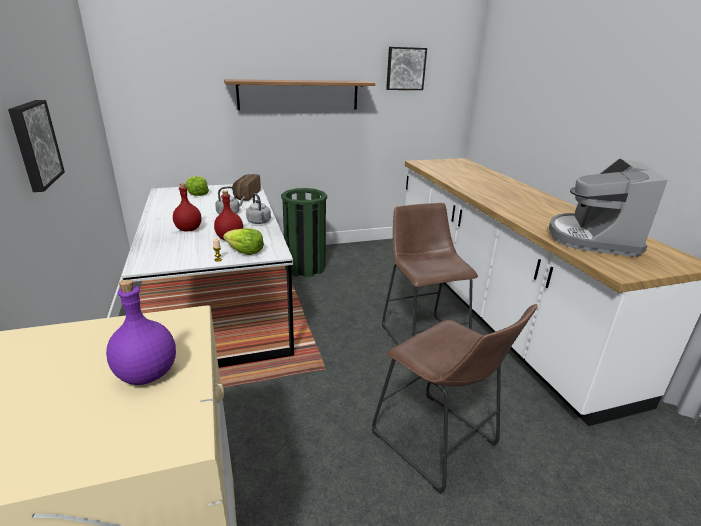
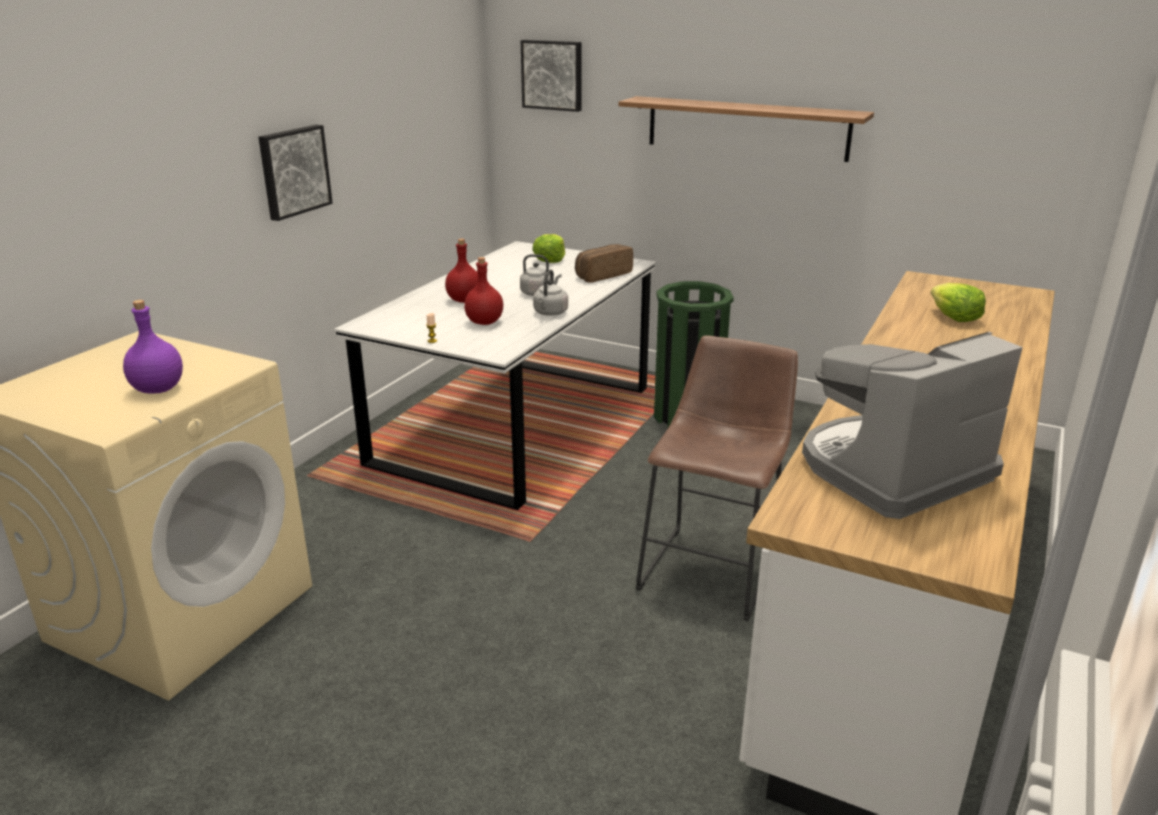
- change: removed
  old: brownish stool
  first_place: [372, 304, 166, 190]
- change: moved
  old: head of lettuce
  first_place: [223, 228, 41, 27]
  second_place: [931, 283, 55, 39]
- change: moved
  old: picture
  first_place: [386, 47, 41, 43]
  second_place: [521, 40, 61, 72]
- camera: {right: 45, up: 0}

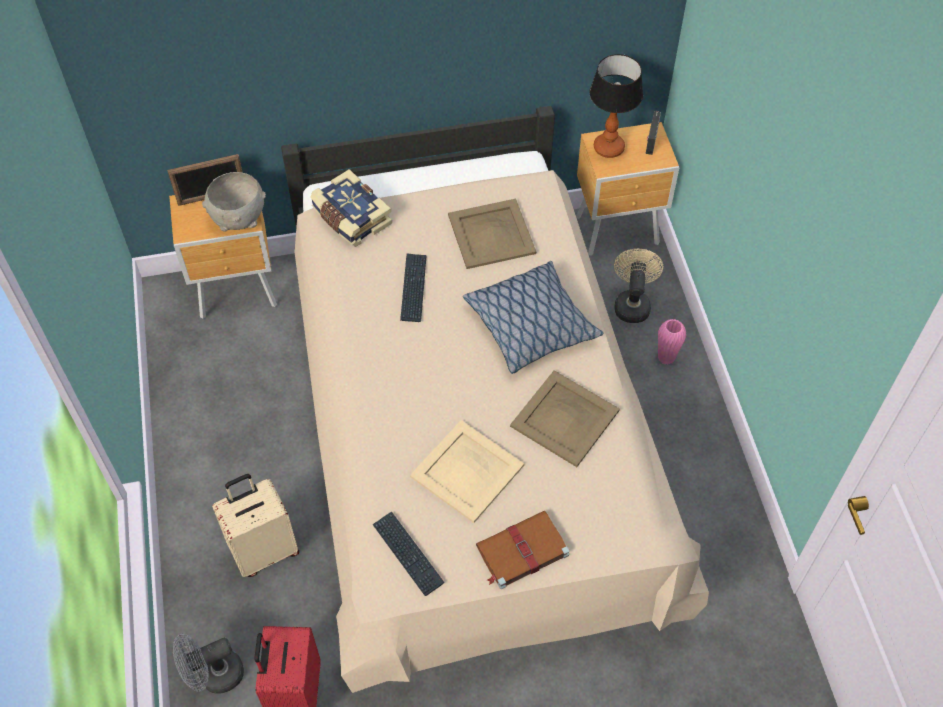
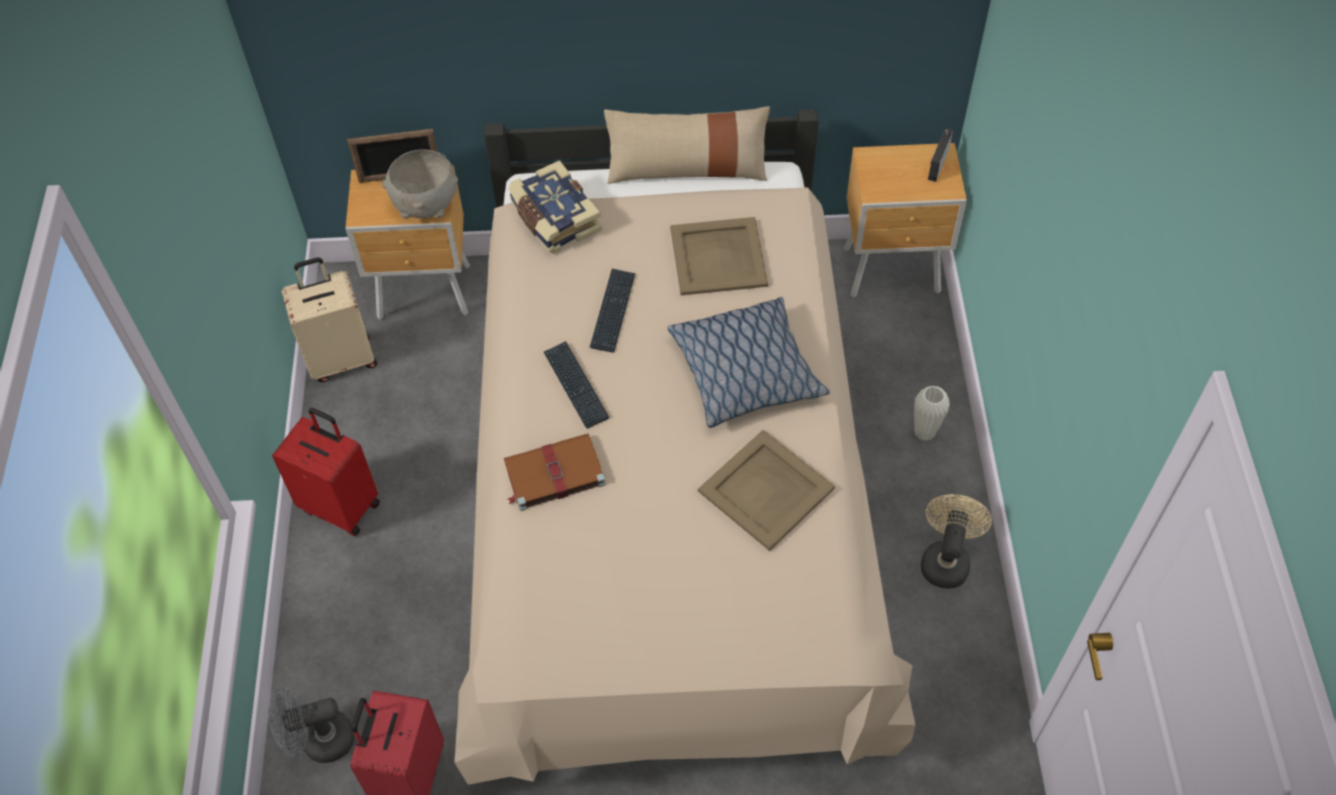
- change: removed
  old: sand-coloured tray
  first_place: [410, 420, 114, 103]
- change: removed
  old: tabletop lamp
  first_place: [589, 54, 54, 104]
- change: added
  new: reddish piece of luggage
  second_place: [272, 408, 108, 128]
- change: added
  new: sand-coloured cushion
  second_place: [604, 106, 166, 78]
- change: moved
  old: sand-coloured piece of luggage
  first_place: [212, 474, 87, 103]
  second_place: [282, 257, 95, 125]
- change: moved
  old: PC keyboard
  first_place: [372, 511, 72, 85]
  second_place: [544, 341, 65, 87]
- change: moved
  old: brownish volume
  first_place: [476, 511, 94, 78]
  second_place: [504, 433, 102, 78]
- change: moved
  old: sand-coloured cooling fan
  first_place: [614, 249, 49, 74]
  second_place: [921, 494, 71, 95]
- change: recoloured
  old: pink-coloured vase
  new: whitish vase
  first_place: [658, 319, 28, 46]
  second_place: [914, 386, 36, 55]
- camera: {right: 10, up: 0}

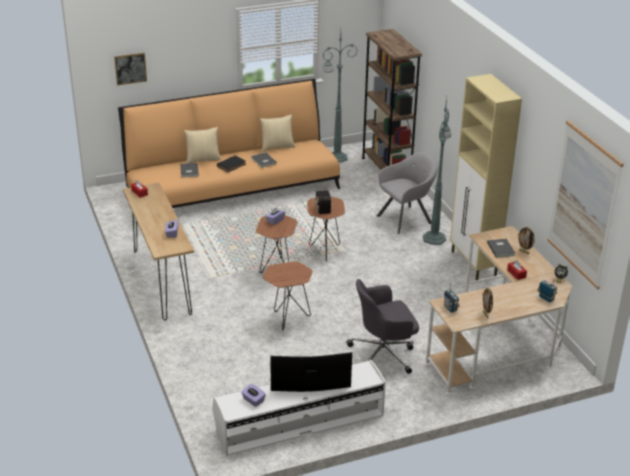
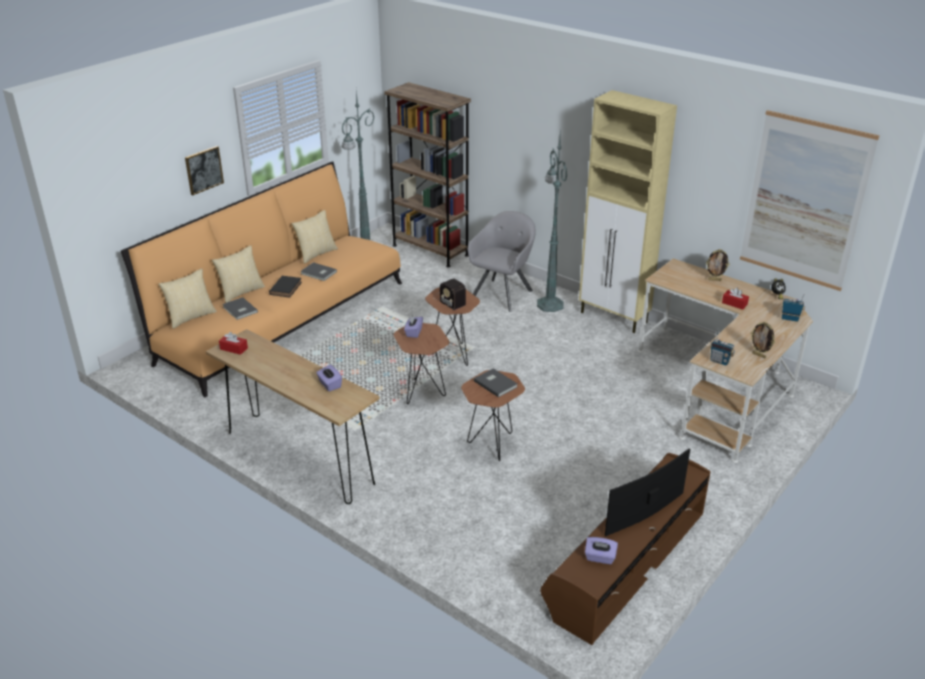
- change: removed
  old: gray office chair
  first_place: [347, 279, 72, 95]
- change: added
  new: cushion
  second_place: [158, 268, 59, 61]
- change: moved
  old: picture
  first_place: [114, 53, 33, 32]
  second_place: [185, 146, 39, 49]
- change: moved
  old: gray volume
  first_place: [487, 239, 29, 19]
  second_place: [474, 368, 43, 29]
- change: recoloured
  old: whitish media console
  new: brownish media console
  first_place: [212, 360, 174, 96]
  second_place: [540, 453, 171, 192]
- camera: {right: -30, up: 0}

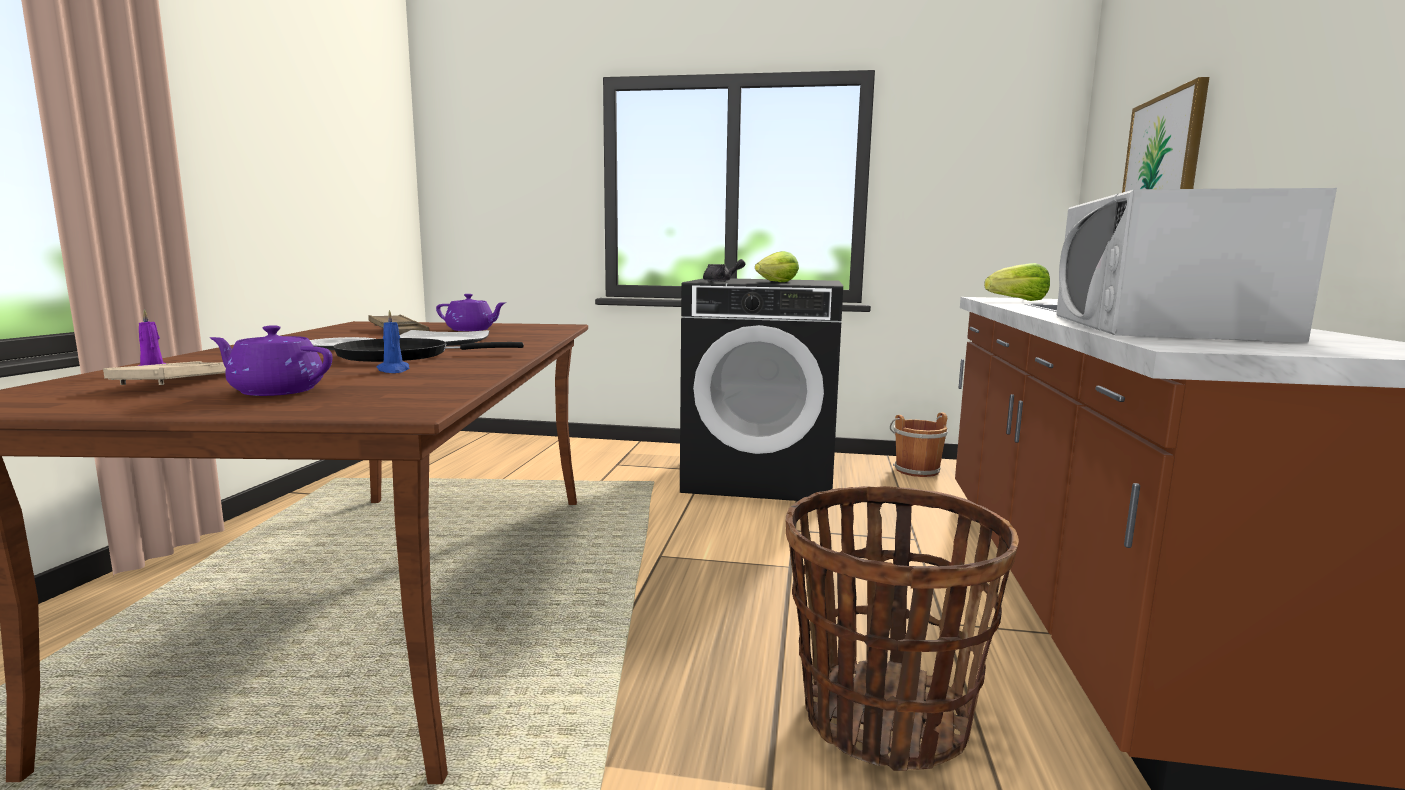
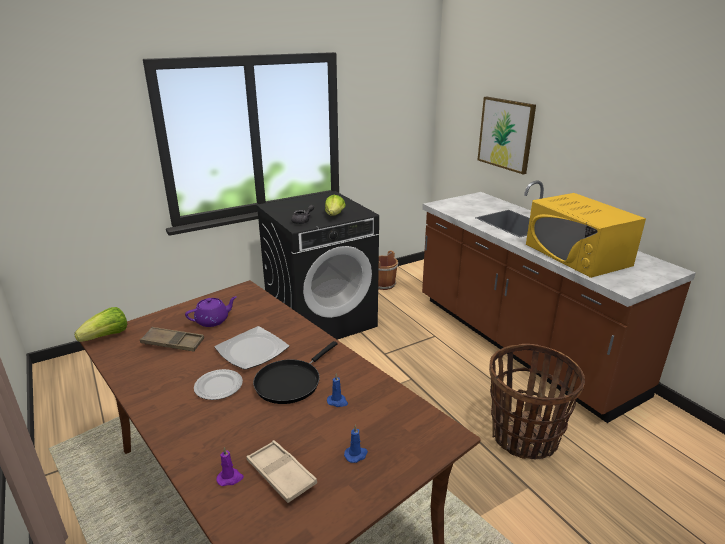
- change: moved
  old: head of lettuce
  first_place: [984, 263, 66, 38]
  second_place: [74, 307, 53, 35]
- change: replaced
  old: purple-coloured pot for tea
  new: bluish wax light
  first_place: [210, 325, 123, 71]
  second_place: [344, 425, 24, 38]
- change: recoloured
  old: whitish microwave
  new: yellow-coloured microwave
  first_place: [1056, 188, 281, 155]
  second_place: [526, 193, 120, 85]
- camera: {right: -40, up: 15}

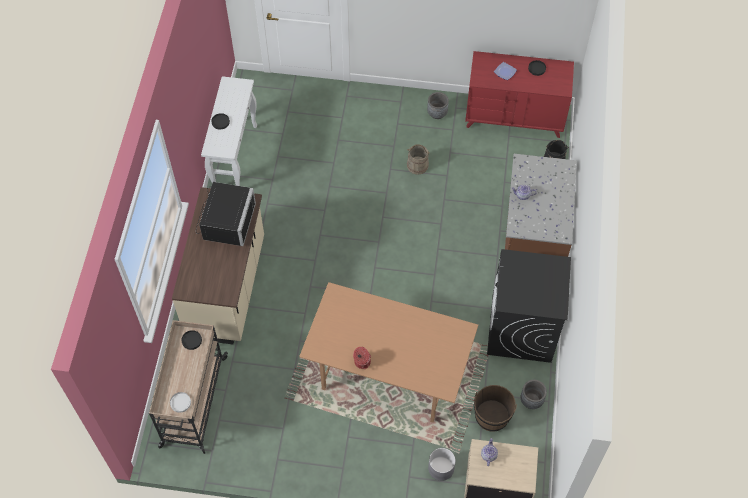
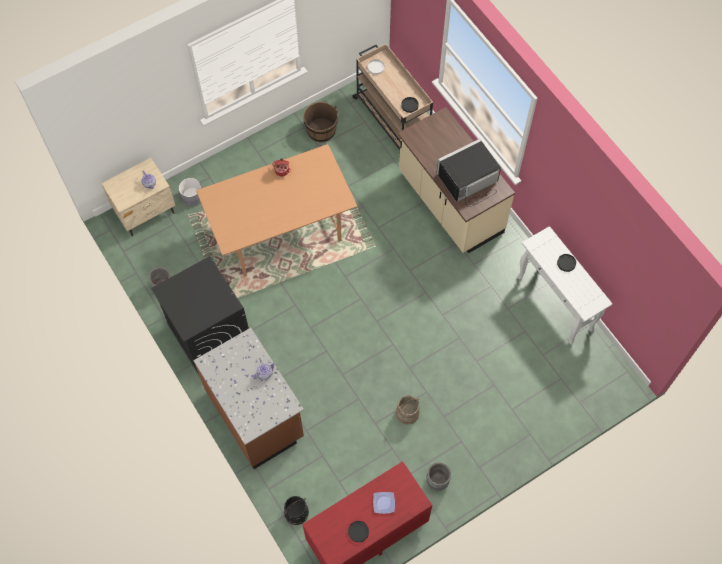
- change: moved
  old: brownish pail
  first_place: [474, 385, 43, 47]
  second_place: [303, 102, 35, 40]
- change: turned
  old: black-coloured microwave
  first_place: [196, 182, 60, 64]
  second_place: [437, 139, 64, 68]
  degrees: 90
- camera: {right: 140, up: 5}

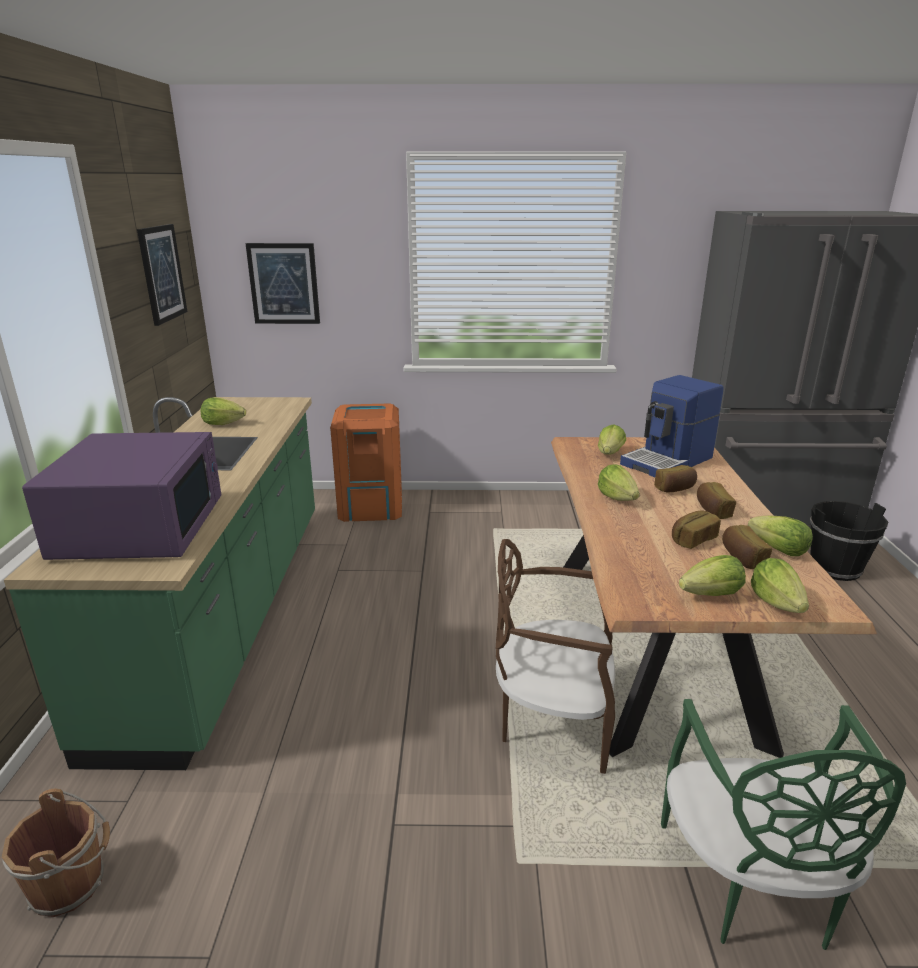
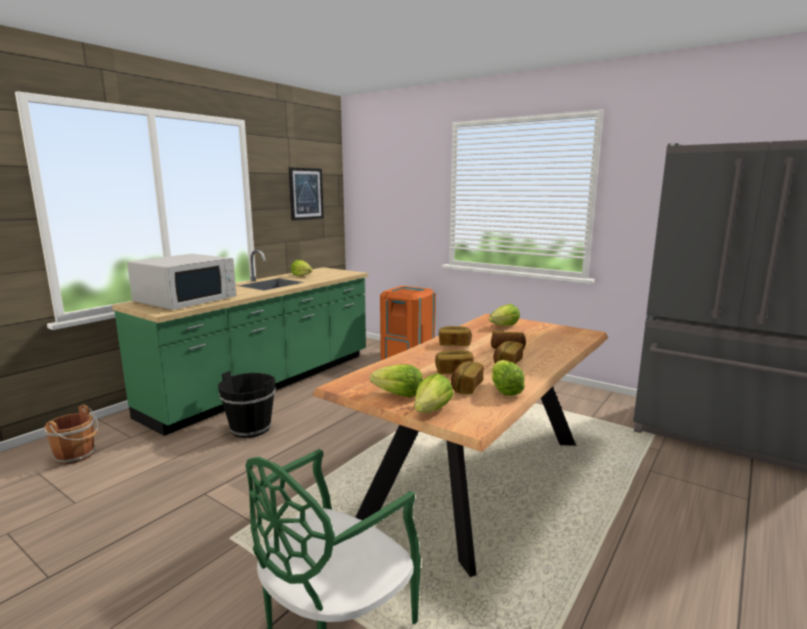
- change: removed
  old: picture
  first_place: [245, 243, 75, 81]
- change: removed
  old: brownish chair
  first_place: [496, 539, 119, 235]
- change: removed
  old: coffee brewer
  first_place: [620, 375, 104, 102]
- change: moved
  old: black-coloured pail
  first_place: [810, 501, 78, 80]
  second_place: [218, 371, 58, 67]
- change: replaced
  old: head of lettuce
  new: bread
  first_place: [598, 464, 42, 37]
  second_place: [439, 326, 33, 20]
- change: recoloured
  old: purple-coloured microwave
  new: whitish microwave
  first_place: [22, 432, 199, 128]
  second_place: [127, 254, 109, 56]
- camera: {right: 35, up: -10}

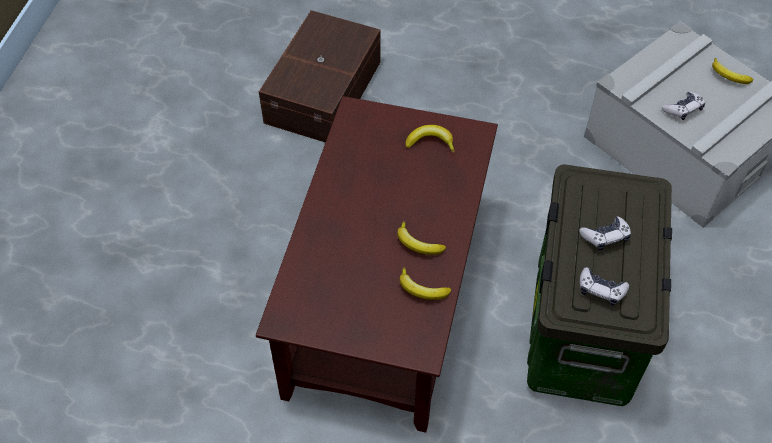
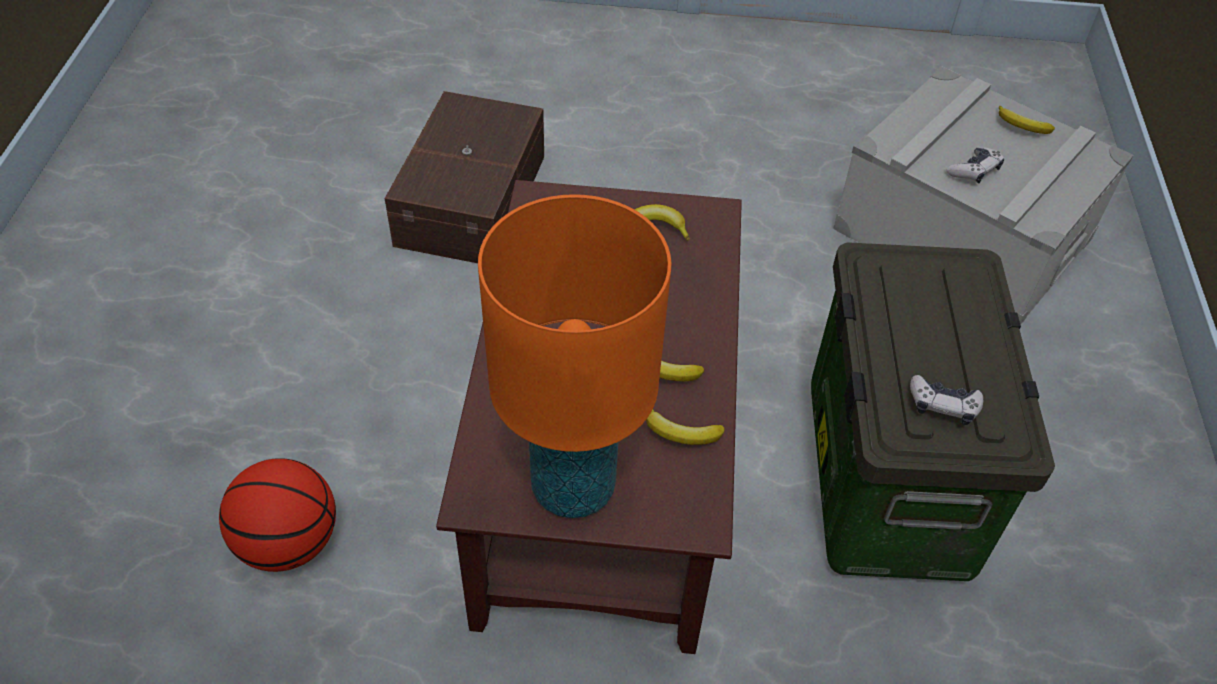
- change: removed
  old: gamepad
  first_place: [579, 216, 52, 34]
- change: added
  new: ball for basketball
  second_place: [219, 458, 117, 114]
- change: added
  new: orange tabletop lamp
  second_place: [478, 194, 194, 324]
- camera: {right: -10, up: -5}

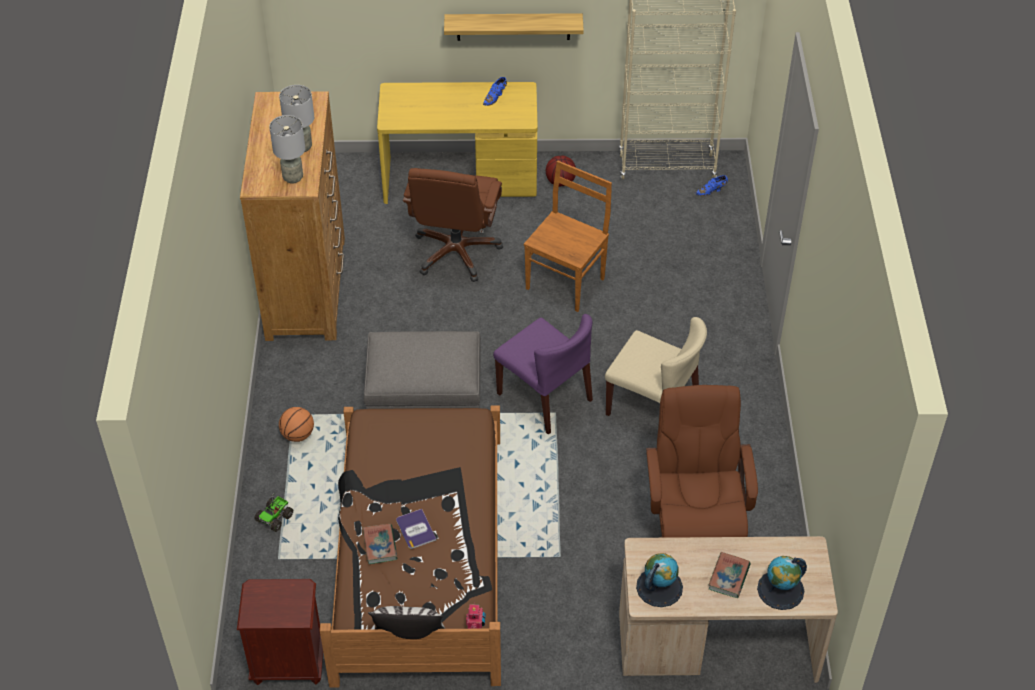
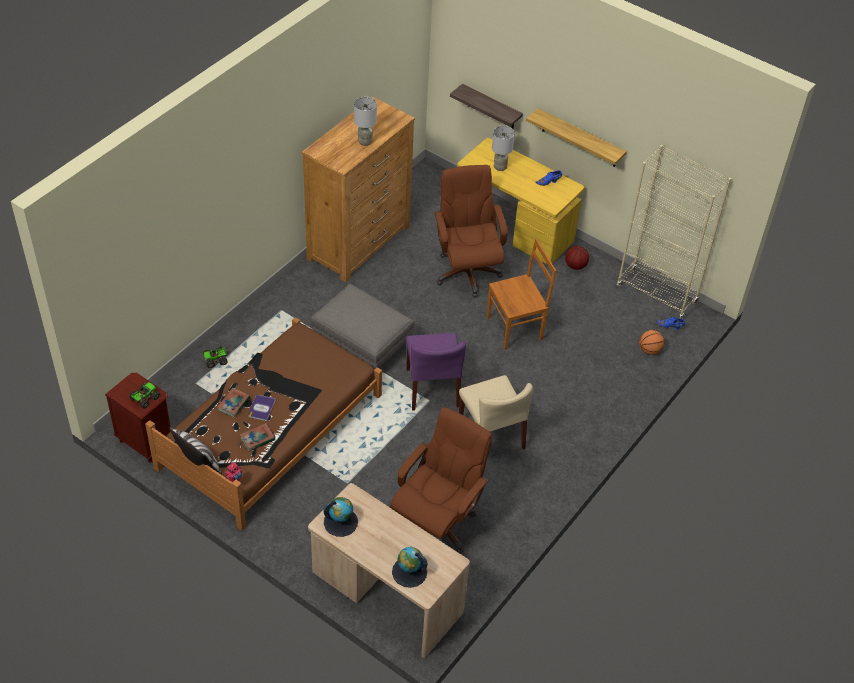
- change: added
  new: model truck
  second_place: [129, 382, 31, 27]
- change: added
  new: bracket shelf
  second_place: [450, 84, 73, 45]
- change: moved
  old: gray tabletop lamp
  first_place: [269, 115, 36, 69]
  second_place: [492, 126, 23, 45]
- change: moved
  old: ball for basketball
  first_place: [279, 407, 35, 35]
  second_place: [639, 330, 25, 25]
- change: moved
  old: volume
  first_place: [709, 552, 42, 46]
  second_place: [240, 423, 35, 28]
- change: turned
  old: brownish office chair
  first_place: [403, 168, 100, 114]
  second_place: [434, 165, 74, 133]
  degrees: 120
- camera: {right: 35, up: 0}

